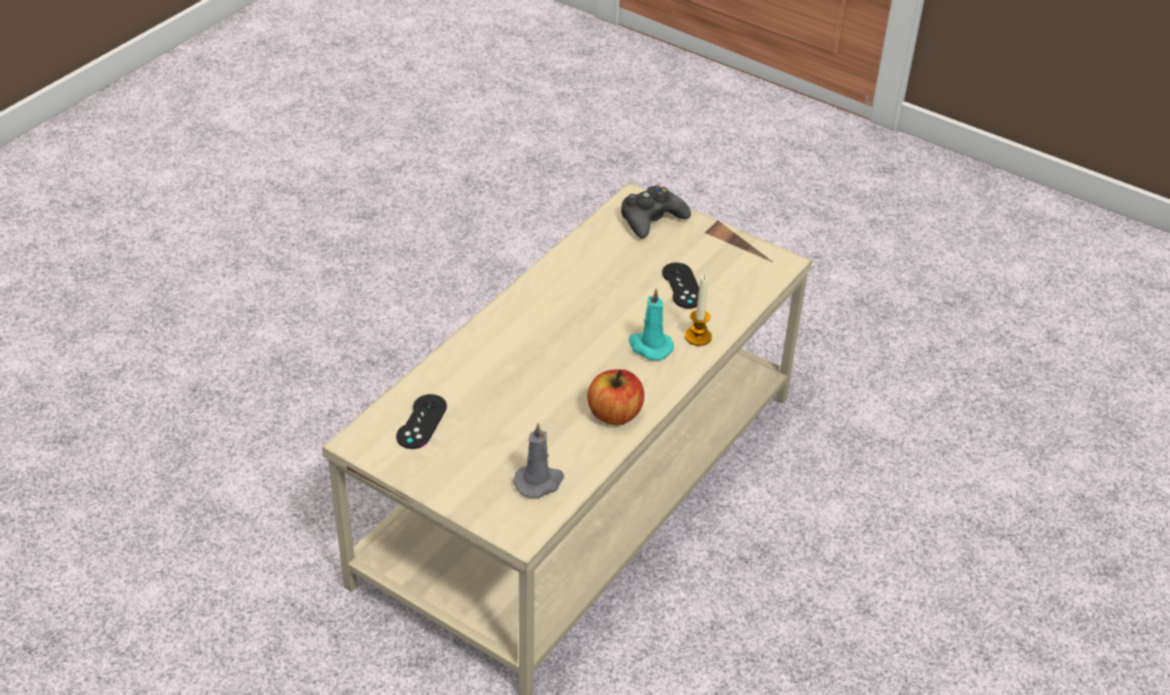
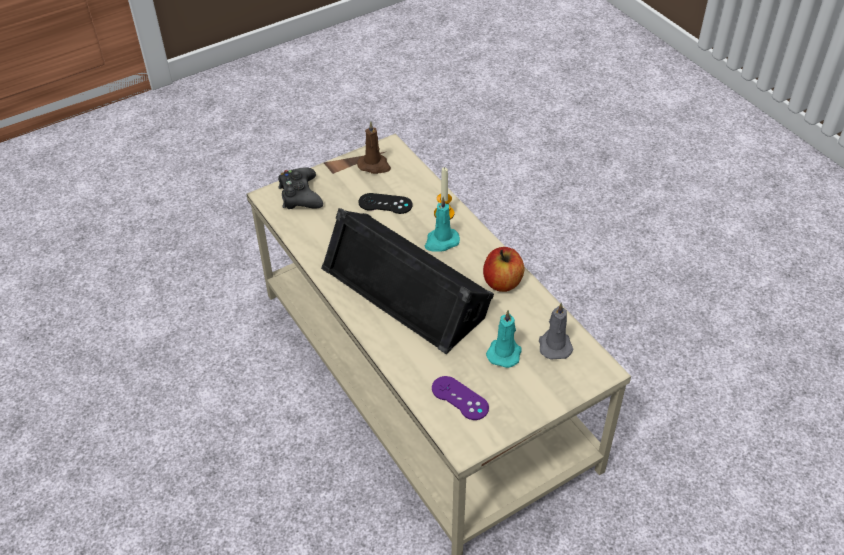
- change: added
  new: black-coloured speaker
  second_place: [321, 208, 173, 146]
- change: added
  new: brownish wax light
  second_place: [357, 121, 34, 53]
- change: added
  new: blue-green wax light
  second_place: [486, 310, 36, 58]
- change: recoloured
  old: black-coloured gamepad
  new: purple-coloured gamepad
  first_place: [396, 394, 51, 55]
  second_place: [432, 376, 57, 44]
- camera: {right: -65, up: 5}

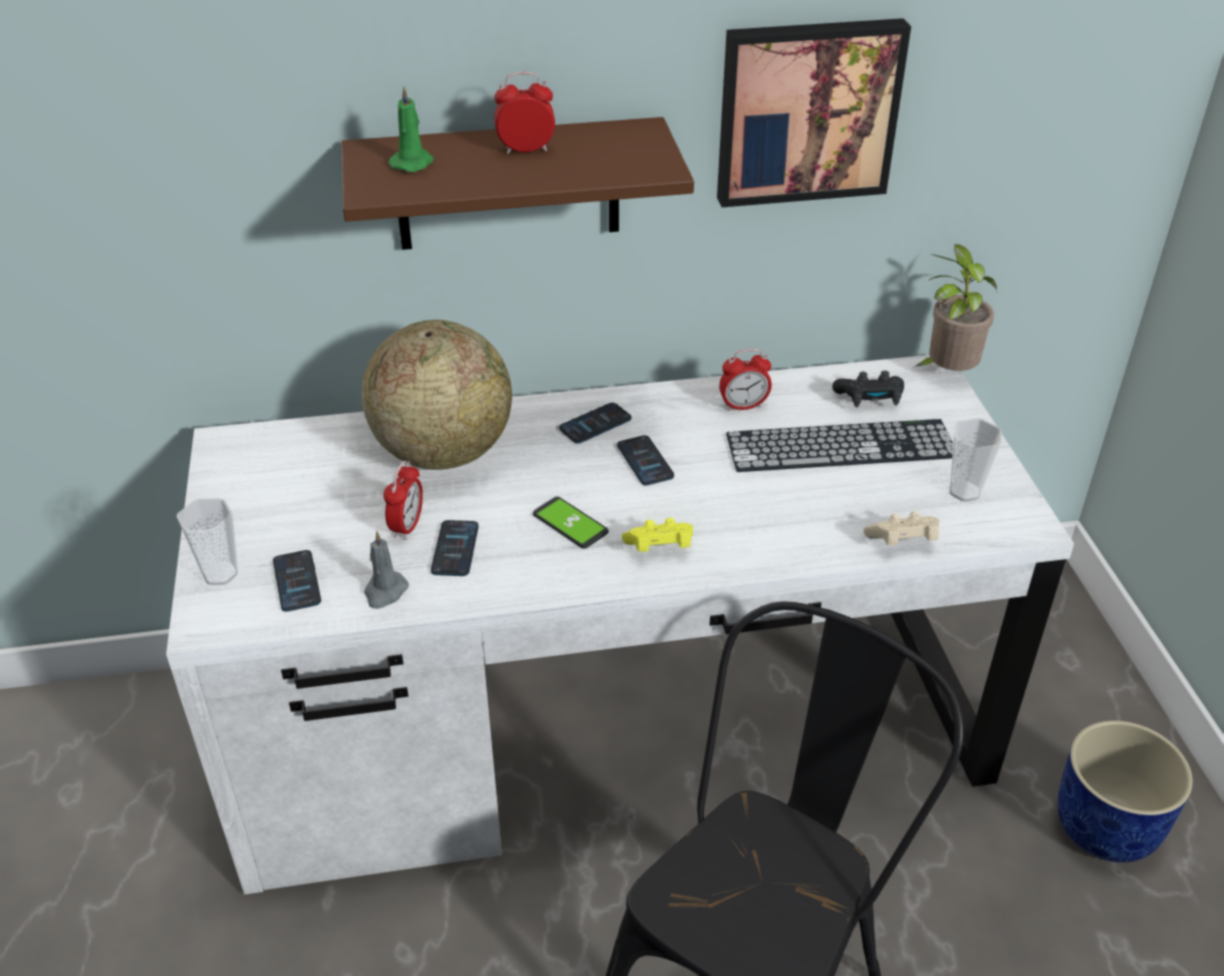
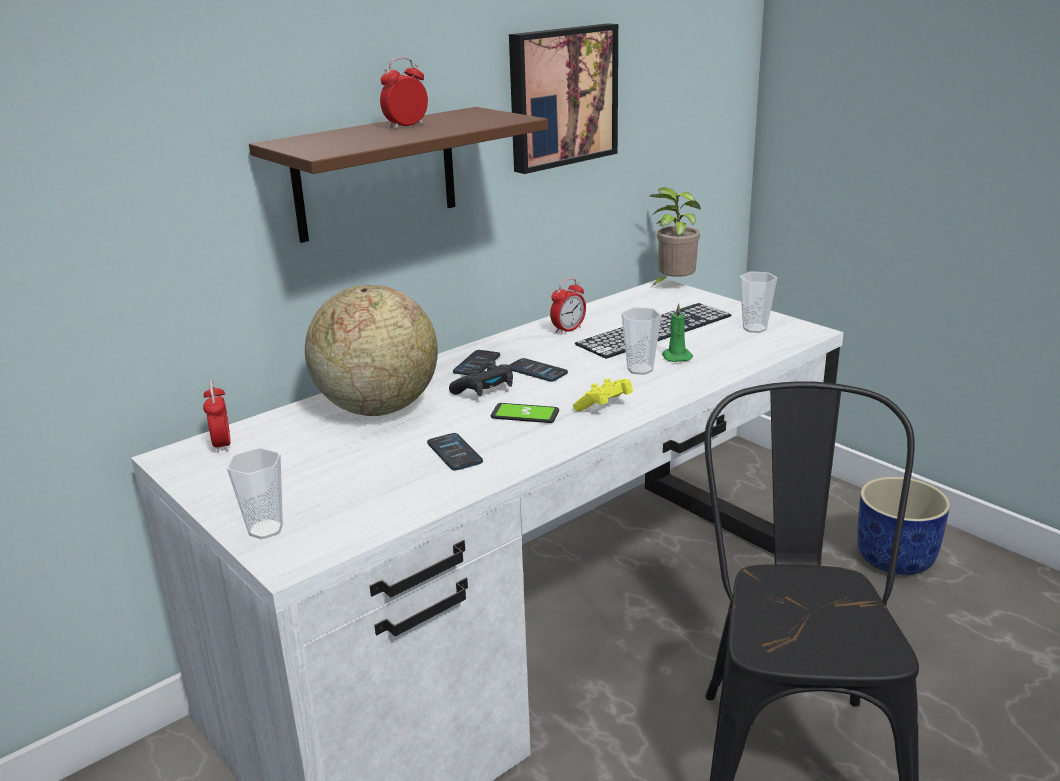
- change: removed
  old: phone
  first_place: [273, 550, 48, 62]
- change: removed
  old: gray wax light
  first_place: [364, 531, 45, 78]
- change: removed
  old: sand-coloured gamepad
  first_place: [864, 512, 75, 33]
- change: added
  new: small cup
  second_place: [621, 307, 40, 68]
- change: moved
  old: bedside clock
  first_place: [384, 461, 39, 79]
  second_place: [203, 381, 28, 72]
- change: moved
  old: green-coloured wax light
  first_place: [389, 86, 45, 86]
  second_place: [662, 303, 31, 59]
- change: moved
  old: black-coloured gamepad
  first_place: [832, 370, 72, 38]
  second_place: [449, 361, 64, 36]
- camera: {right: -30, up: -15}

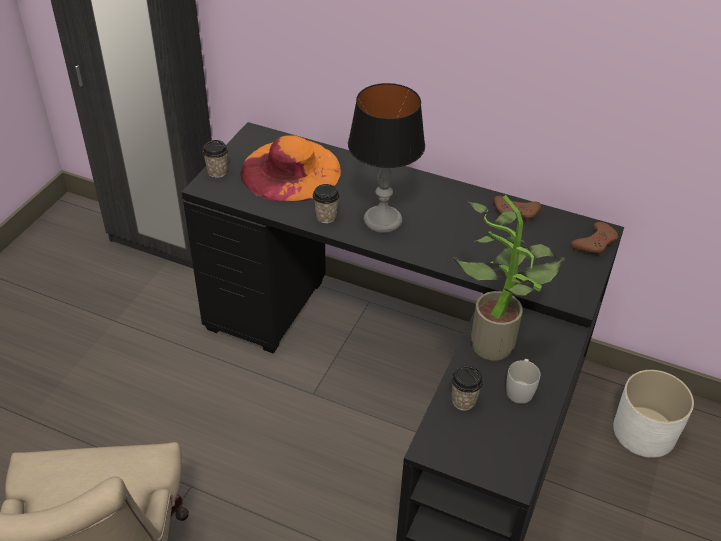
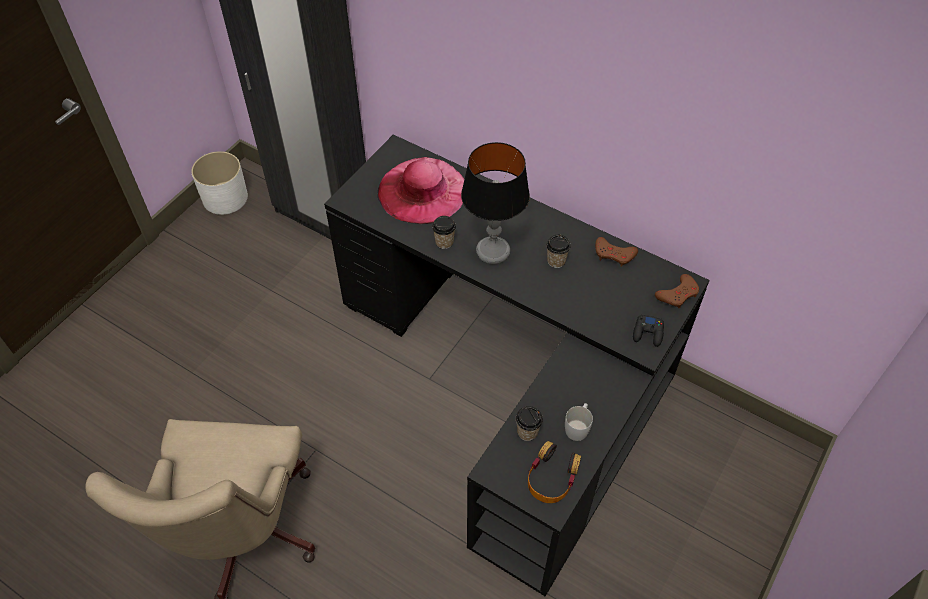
- change: removed
  old: potted plant
  first_place: [453, 195, 112, 166]
- change: added
  new: headset
  second_place: [528, 441, 53, 62]
- change: added
  new: black-coloured gamepad
  second_place: [633, 314, 31, 33]
- change: moved
  old: small cup
  first_place: [202, 140, 26, 38]
  second_place: [546, 234, 25, 34]
- change: moved
  old: whitish plant pot
  first_place: [613, 370, 81, 88]
  second_place: [191, 151, 57, 64]
- change: recoloured
  old: orange wearable hat
  new: pink-coloured wearable hat
  first_place: [241, 135, 100, 67]
  second_place: [378, 157, 86, 67]
- camera: {right: 10, up: 10}

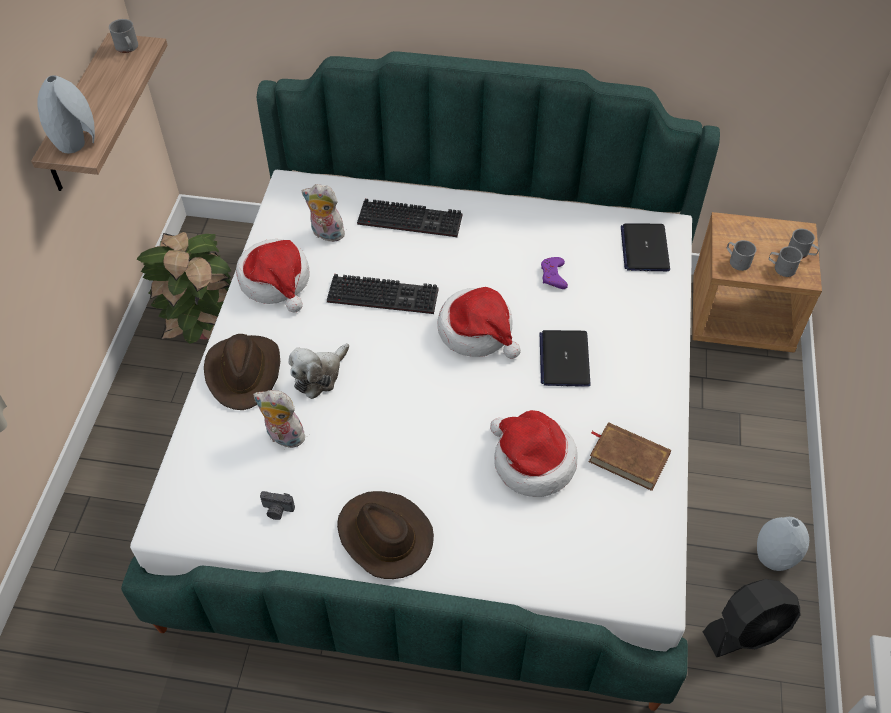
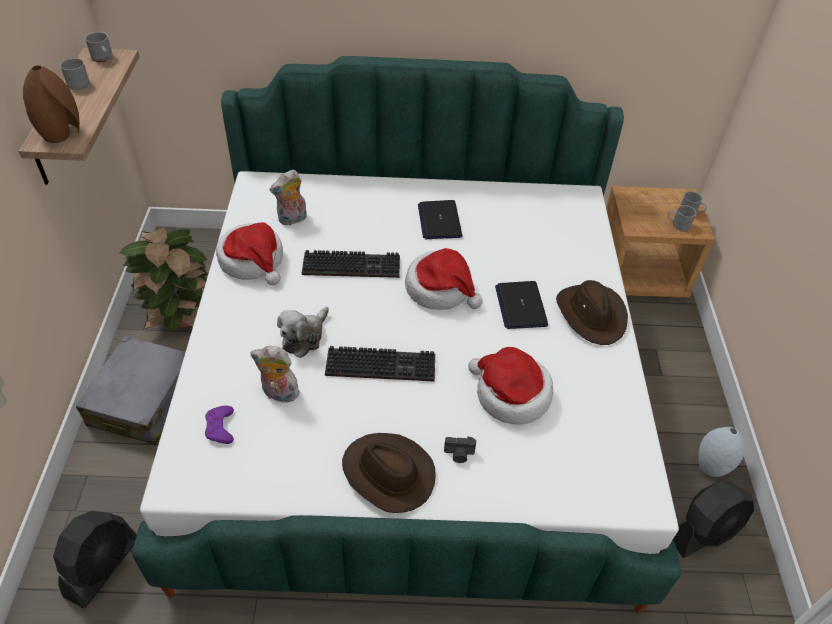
- change: removed
  old: brownish volume
  first_place: [589, 422, 82, 69]
- change: added
  new: black-coloured cooling fan
  second_place: [53, 511, 84, 97]
- change: added
  new: gray piece of luggage
  second_place: [76, 336, 110, 109]
- change: moved
  old: brownish wearable hat
  first_place: [204, 334, 76, 76]
  second_place: [556, 280, 72, 65]
- change: moved
  old: still camera
  first_place: [260, 491, 35, 29]
  second_place: [444, 436, 32, 27]
- change: moved
  old: PC keyboard
  first_place: [357, 199, 105, 38]
  second_place: [325, 346, 110, 36]
- change: moved
  old: purple-coloured gamepad
  first_place: [541, 257, 27, 32]
  second_place: [205, 406, 29, 38]
- change: moved
  old: notebook computer
  first_place: [621, 223, 49, 48]
  second_place: [418, 200, 44, 39]
- change: moved
  old: gray tea mug
  first_place: [727, 240, 29, 31]
  second_place: [60, 58, 30, 32]
- change: recoloured
  old: gray vase
  new: brownish vase
  first_place: [37, 75, 58, 78]
  second_place: [23, 65, 57, 78]
- change: turned
  old: plush toy
  first_place: [302, 184, 43, 58]
  second_place: [270, 169, 37, 56]
  degrees: -45
- camera: {right: -10, up: -5}

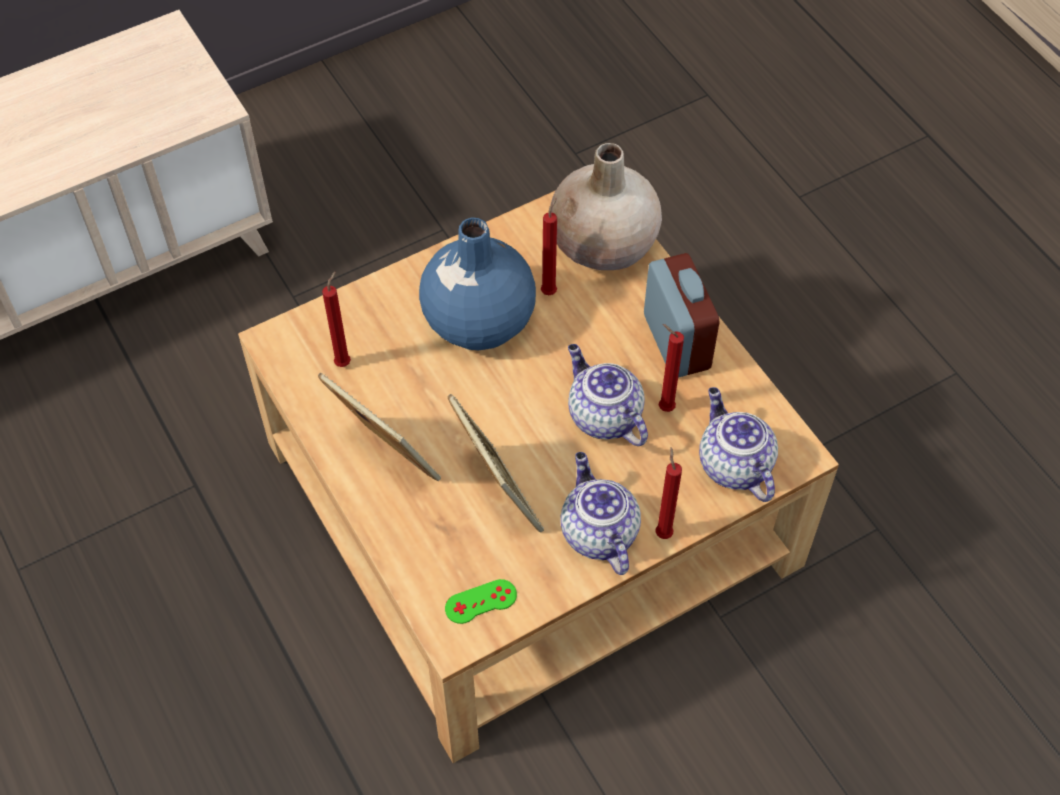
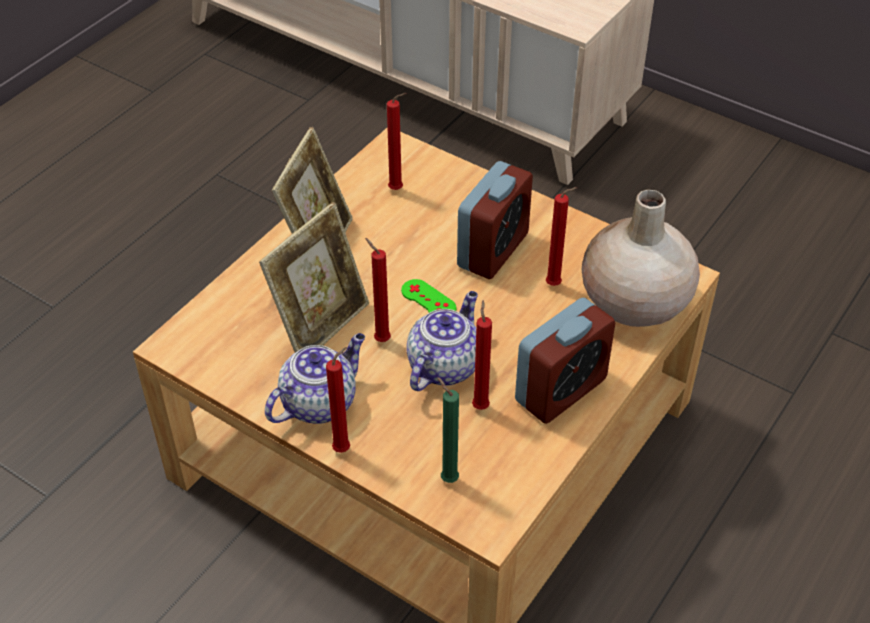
- change: added
  new: reddish wax light
  second_place: [365, 238, 26, 104]
- change: moved
  old: green-coloured gamepad
  first_place: [445, 579, 72, 45]
  second_place: [401, 279, 55, 34]
- change: replaced
  old: bluish vase
  new: bedside clock
  first_place: [419, 217, 117, 133]
  second_place: [457, 161, 76, 118]
- change: replaced
  old: pot for tea
  new: green-coloured wax light
  first_place: [699, 387, 79, 115]
  second_place: [438, 377, 21, 106]
- camera: {right: 65, up: -10}

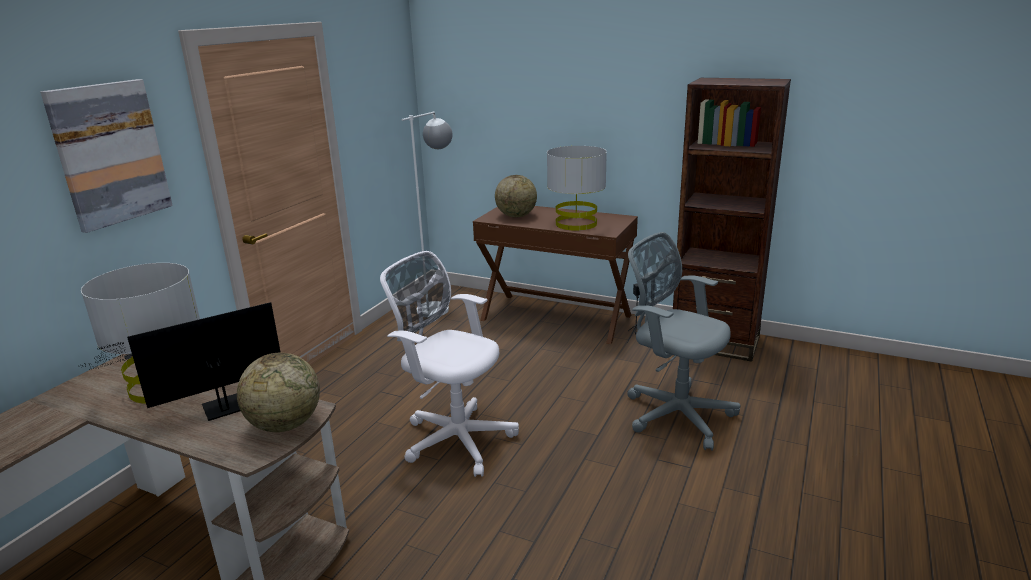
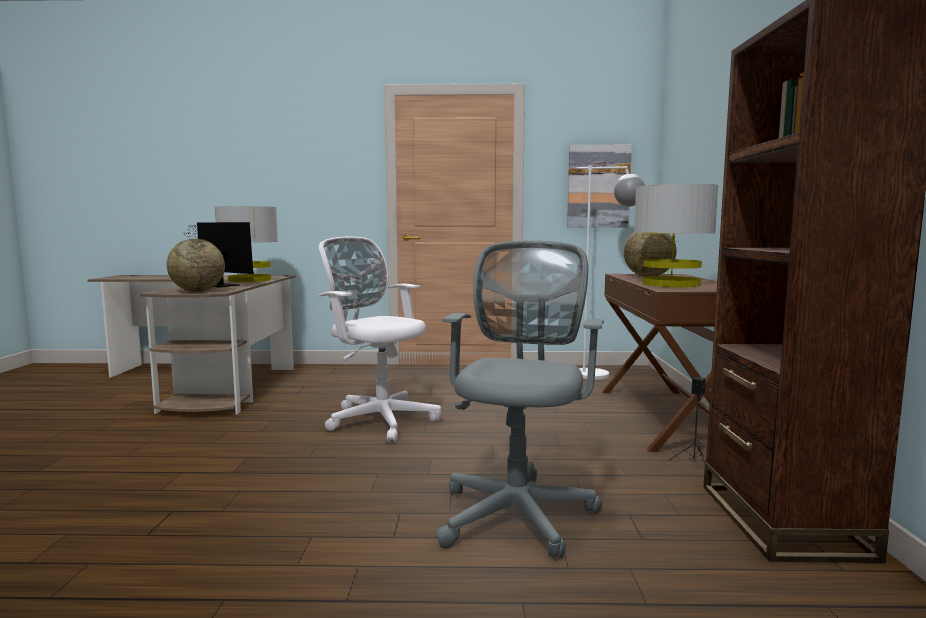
- change: moved
  old: picture
  first_place: [41, 79, 132, 154]
  second_place: [567, 145, 65, 83]
- change: turned
  old: whitish office chair
  first_place: [380, 251, 139, 226]
  second_place: [318, 236, 123, 206]
  degrees: -60
- camera: {right: 65, up: -15}

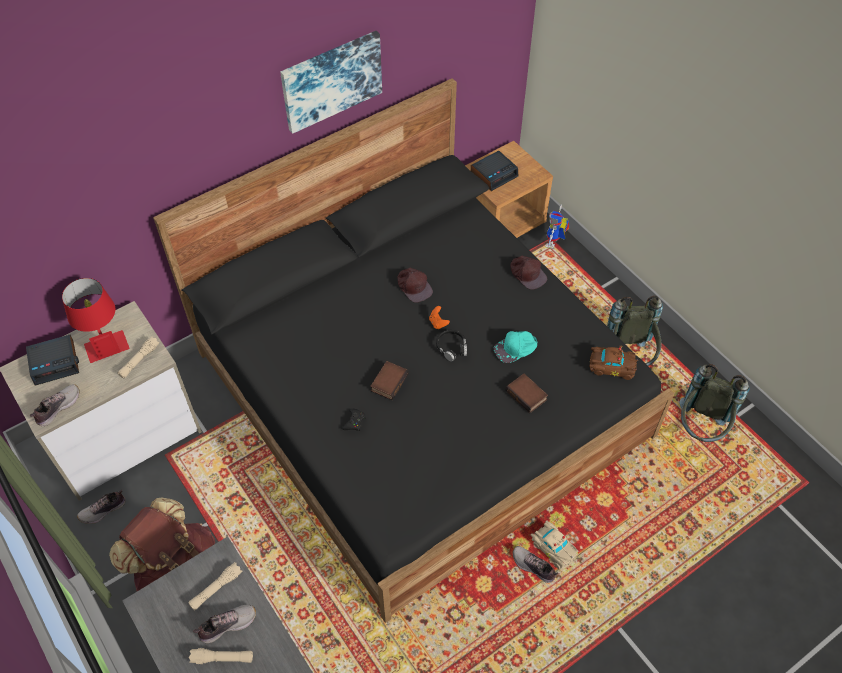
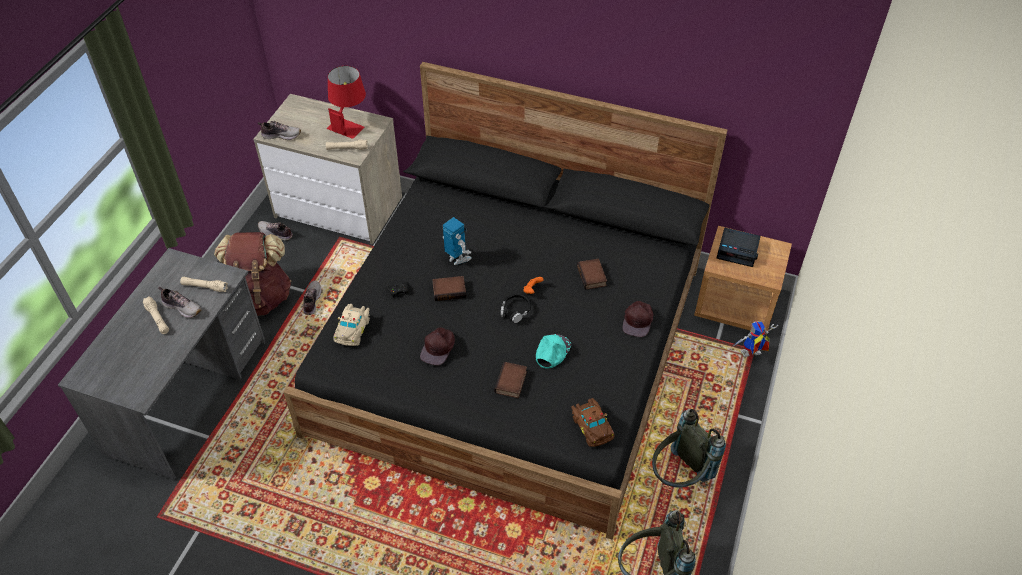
- change: removed
  old: bedside clock
  first_place: [26, 335, 53, 50]
- change: removed
  old: picture
  first_place: [280, 31, 102, 103]
- change: added
  new: model robot
  second_place: [442, 217, 29, 48]
- change: added
  new: volume
  second_place: [577, 258, 30, 32]
- change: moved
  old: brownish peaked cap
  first_place: [397, 268, 36, 35]
  second_place: [420, 328, 35, 37]
- change: moved
  old: item of footwear
  first_place: [512, 546, 46, 37]
  second_place: [303, 280, 18, 35]
- change: moved
  old: sand-coloured miniature car
  first_place: [531, 521, 48, 48]
  second_place: [333, 304, 37, 42]
- change: turned
  old: blue-green peaked cap
  first_place: [493, 331, 44, 32]
  second_place: [536, 334, 35, 35]
  degrees: 90
- camera: {right: 55, up: -5}

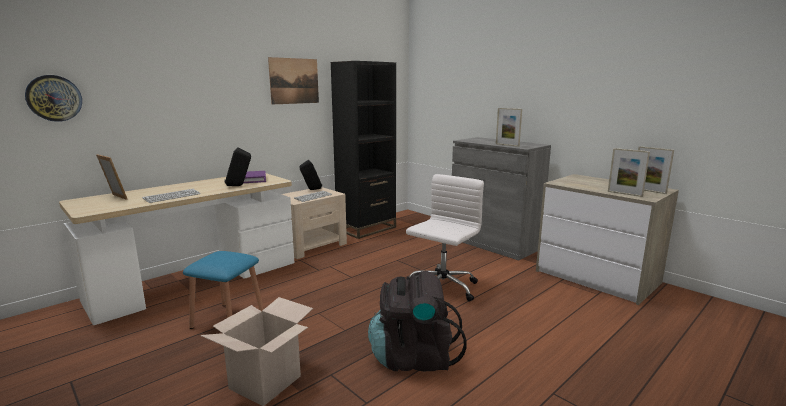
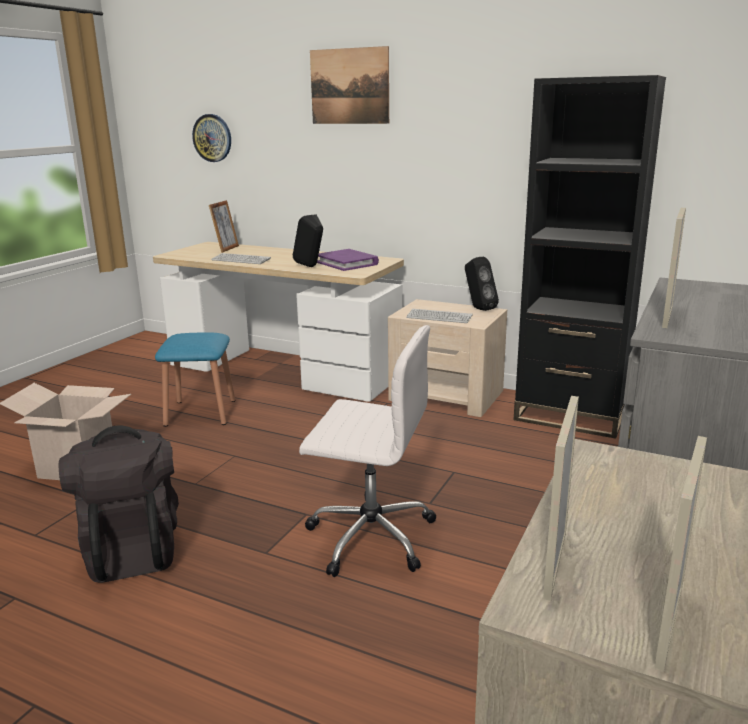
- change: moved
  old: picture
  first_place: [268, 57, 51, 47]
  second_place: [310, 46, 79, 78]
- camera: {right: 70, up: 5}

